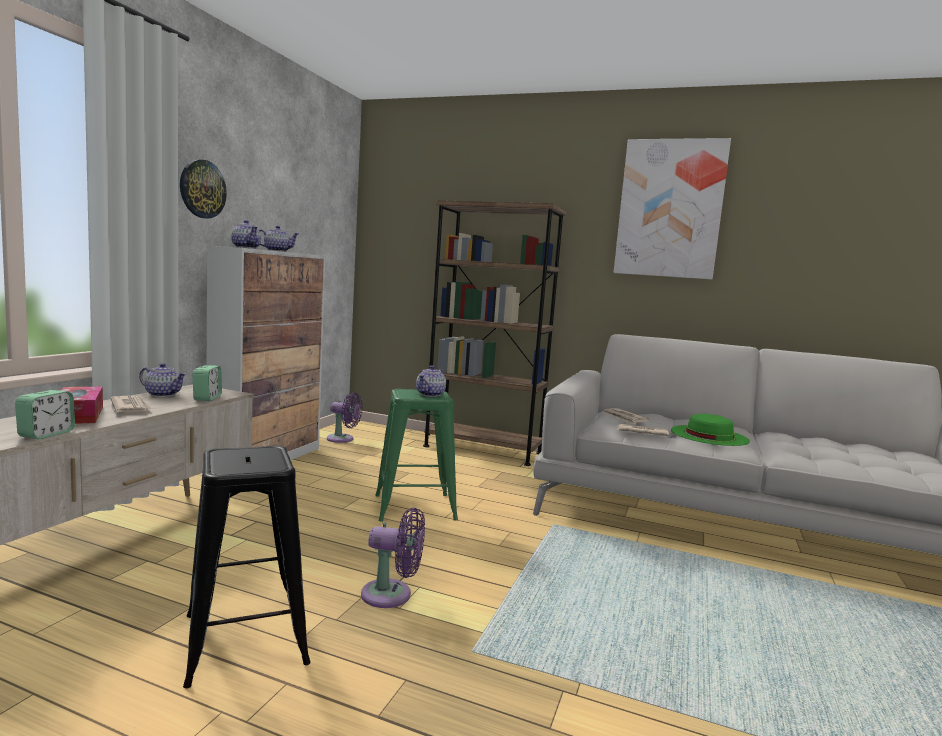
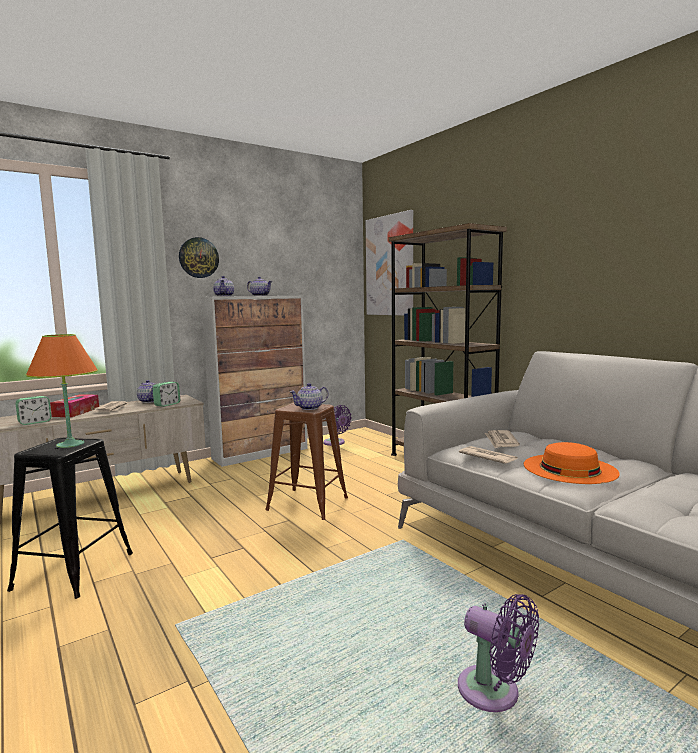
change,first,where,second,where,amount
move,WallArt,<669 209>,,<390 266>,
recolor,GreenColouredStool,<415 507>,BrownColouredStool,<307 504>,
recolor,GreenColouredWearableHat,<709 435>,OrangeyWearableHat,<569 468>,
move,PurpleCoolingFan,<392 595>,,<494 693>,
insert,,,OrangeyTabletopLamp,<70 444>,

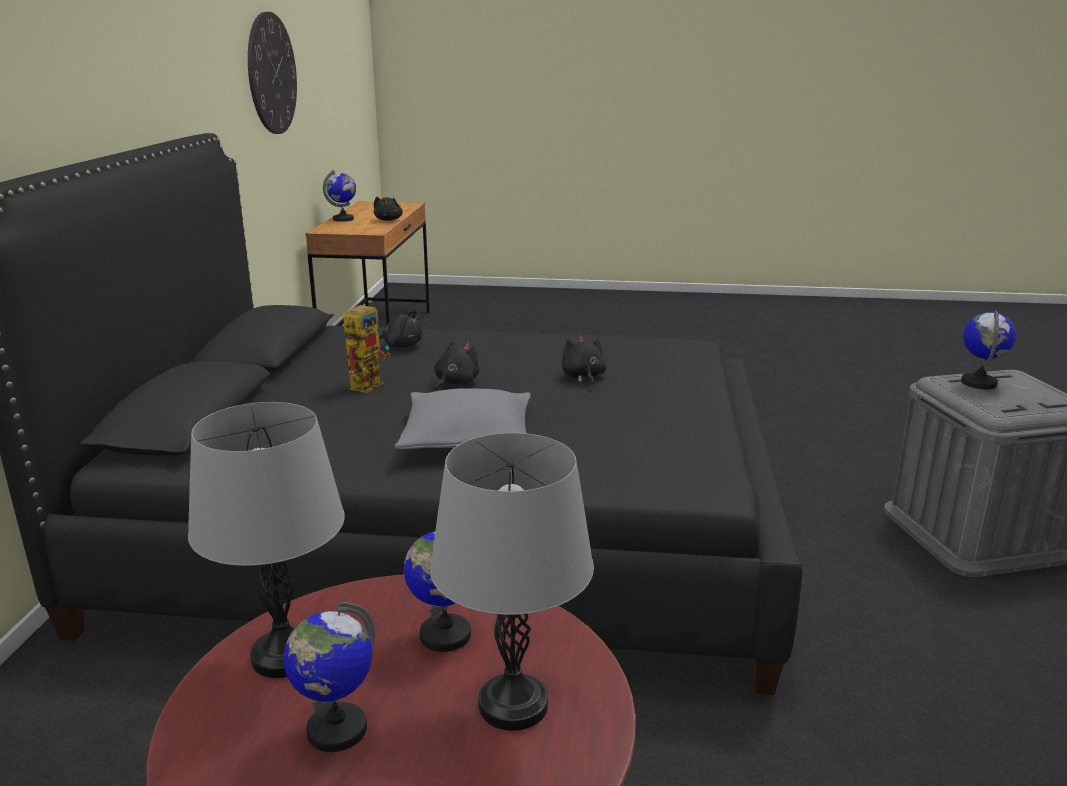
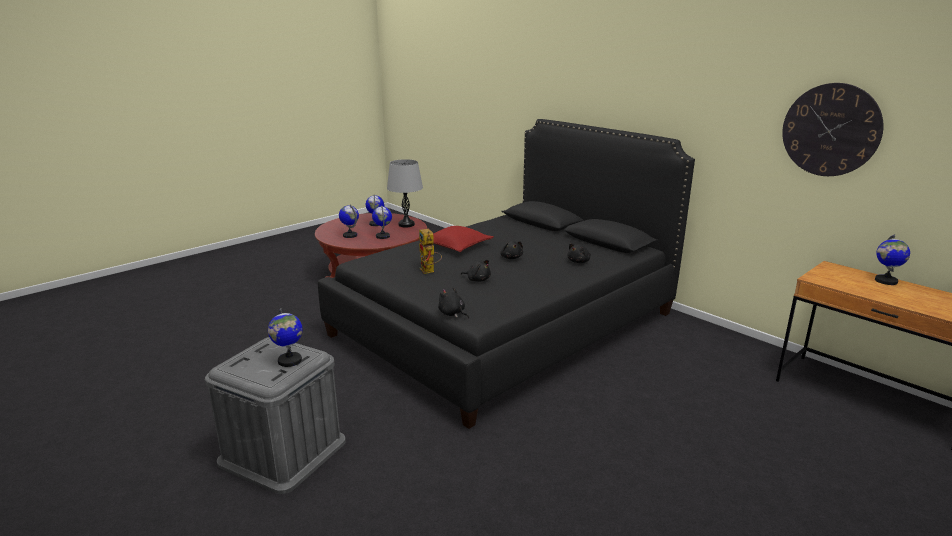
change,first,where,second,where,amount
move,BlackishCuddlyToy,<388 220>,,<452 314>,
move,RobotFigure,<368 383>,,<429 271>,
recolor,GreyishPillow,<467 438>,RedColouredPillow,<456 246>,
replace,GreyishTabletopLamp,<513 705>,Globe,<350 235>,

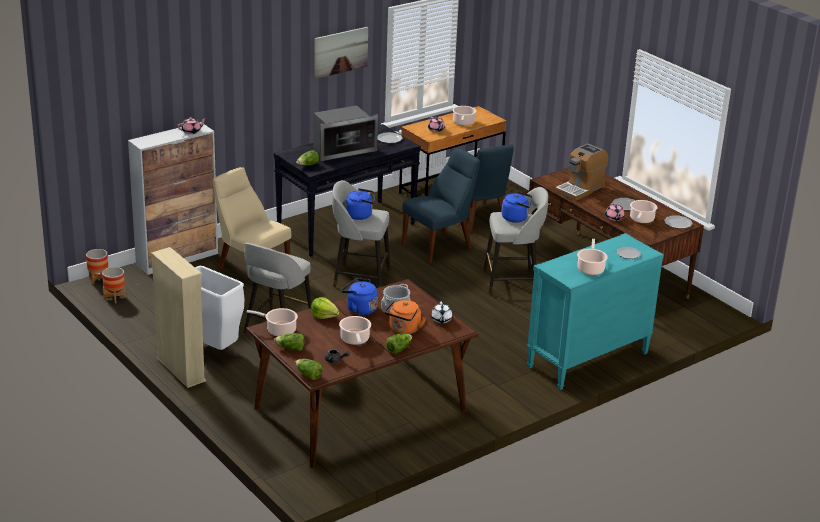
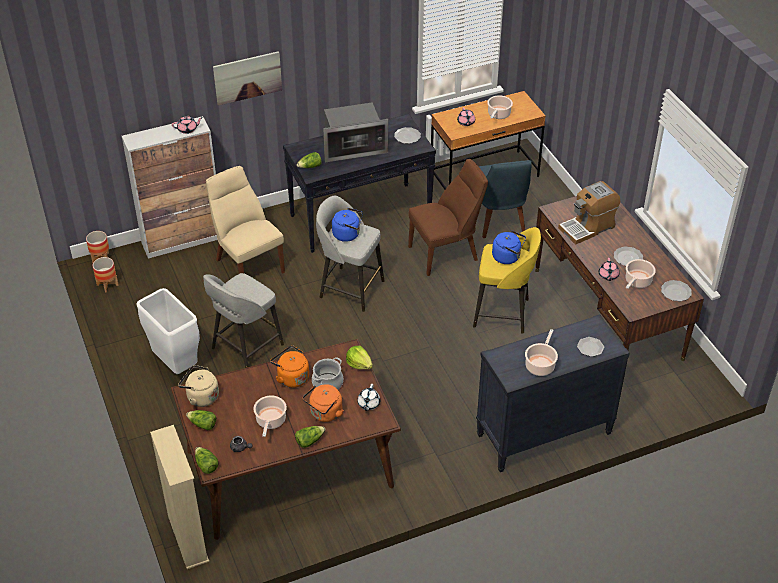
change,first,where,second,where,amount
move,WallArt,<340 52>,,<247 77>,
recolor,BlueColouredUprightChair,<439 245>,BrownColouredUprightChair,<446 253>,
recolor,GreyishStool,<512 282>,YellowStool,<503 313>,
recolor,BlueGreenDresser,<587 360>,BlackishDresser,<543 435>,
move,BeigeBookcase,<181 370>,,<188 539>,
recolor,BlueColouredKettle,<359 309>,OrangeyKettle,<291 377>,
move,LettuceHead,<324 316>,,<359 364>,
replace,Saucepot,<279 330>,BeigeKettle,<201 397>,

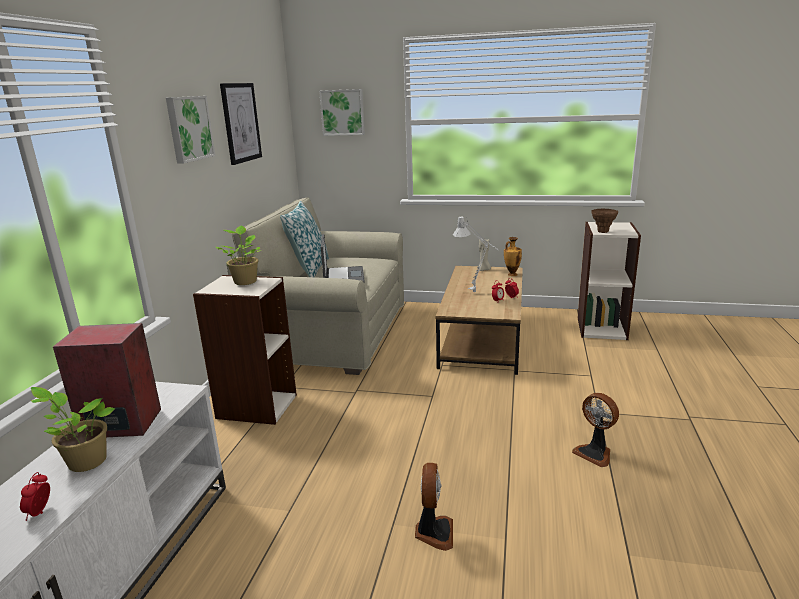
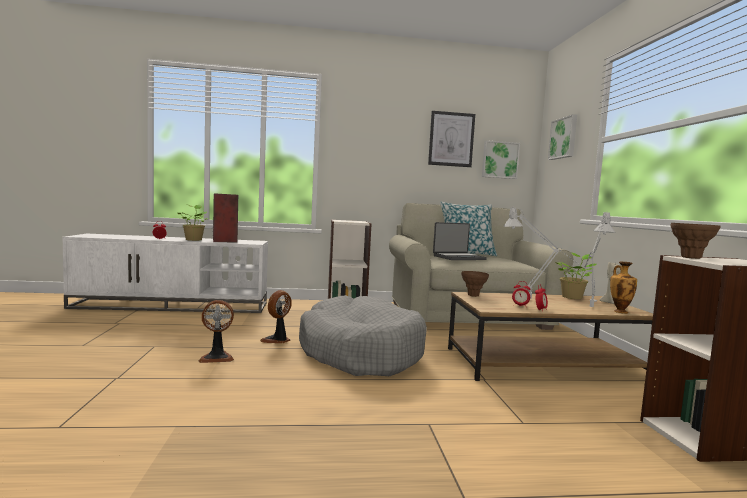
change,first,where,second,where,amount
move,WallArt,<188 128>,,<500 160>,
move,PlantInAPot,<245 281>,,<572 297>,
move,CoolingFan,<595 453>,,<277 340>,
insert,,,GreyishTabletopLamp,<590 309>,
insert,,,BrownColouredDecorativeVase,<473 295>,
insert,,,GreyishDogCushion,<360 352>,

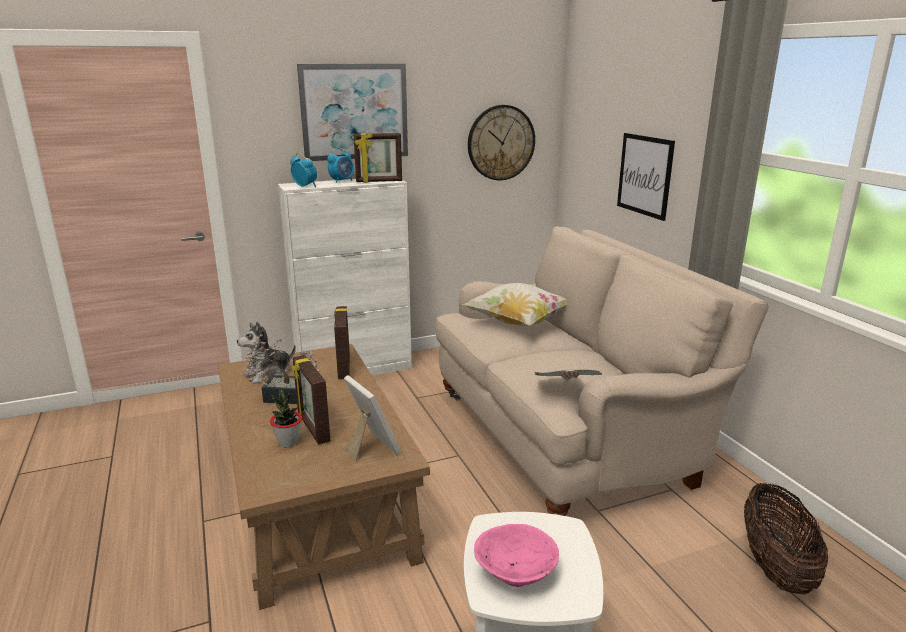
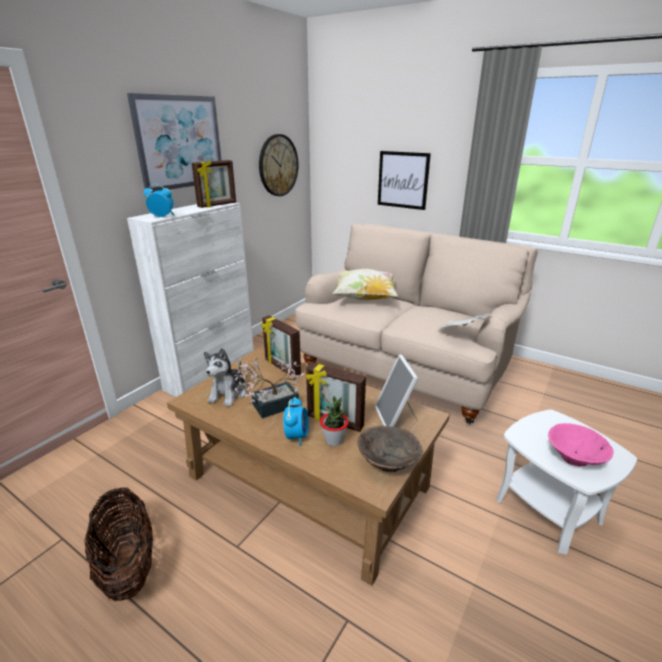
change,first,where,second,where,amount
move,AlarmClock,<342 181>,,<297 436>,
rotate,PictureFrame,<370 448>,,<396 418>,120 degrees counterclockwise
move,StorageBasket,<775 567>,,<128 564>,
insert,,,BrownColouredBowl,<387 462>,

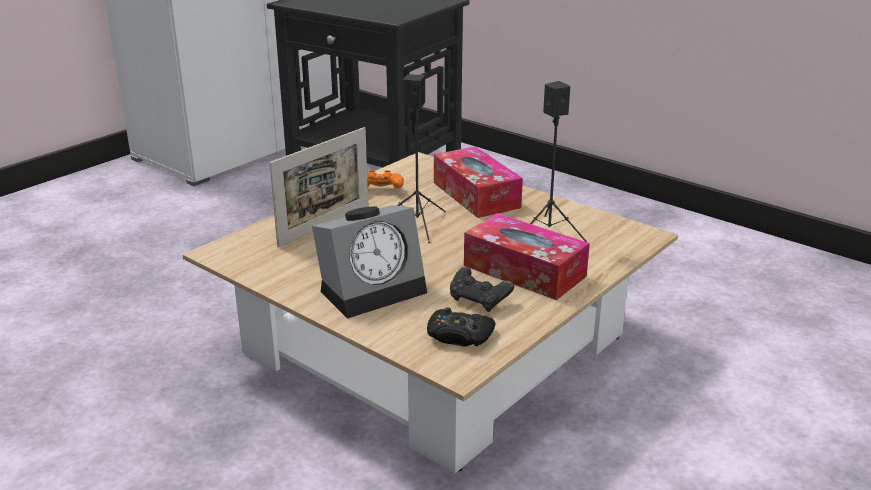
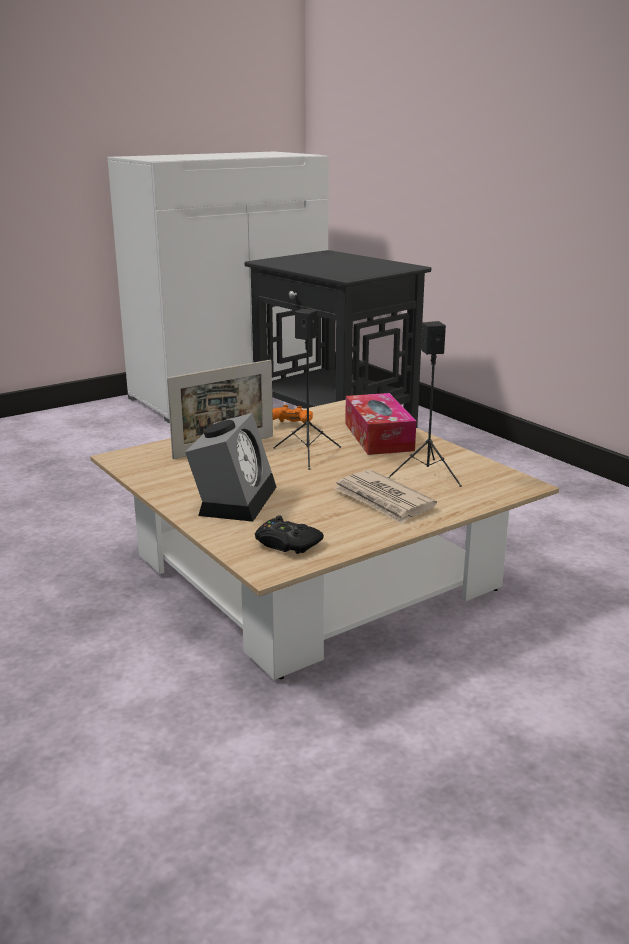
change,first,where,second,where,amount
rotate,AlarmClock,<374 289>,,<234 499>,60 degrees counterclockwise
replace,TissueHolder,<524 271>,Newspaper,<383 500>,
delete,BlackishGameController,<479 301>,,,

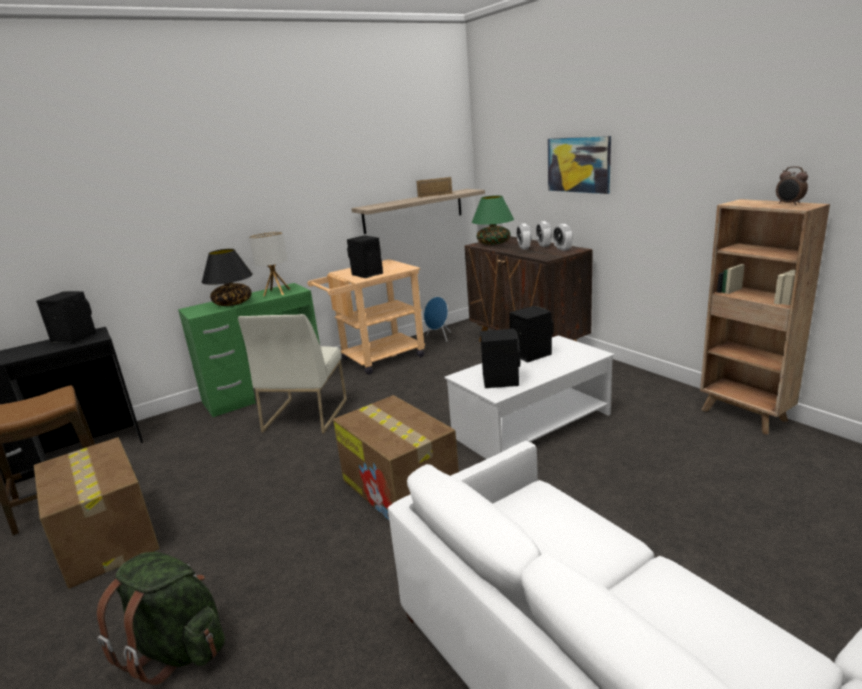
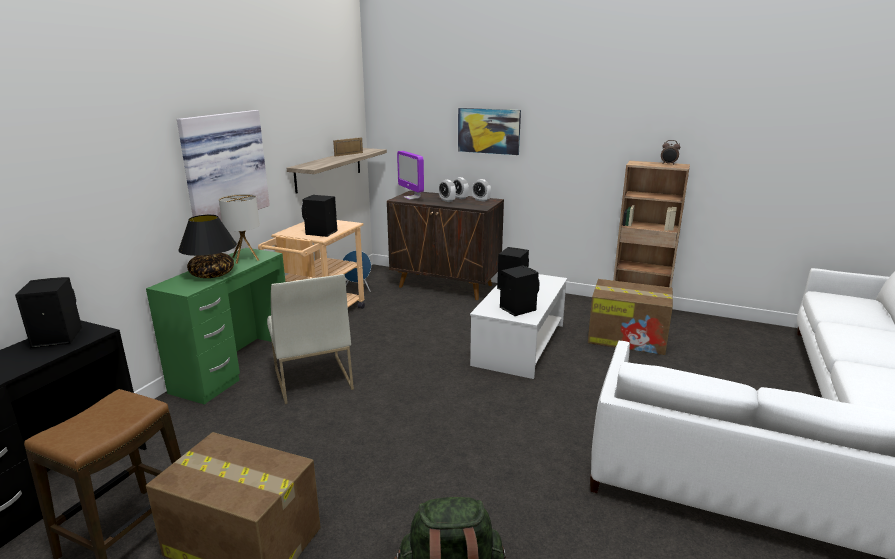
change,first,where,second,where,amount
replace,GreenColouredTabletopLamp,<494 243>,ComputerDisplay,<412 197>,
move,PackingBox,<401 488>,,<628 338>,
insert,,,WallArt,<223 166>,

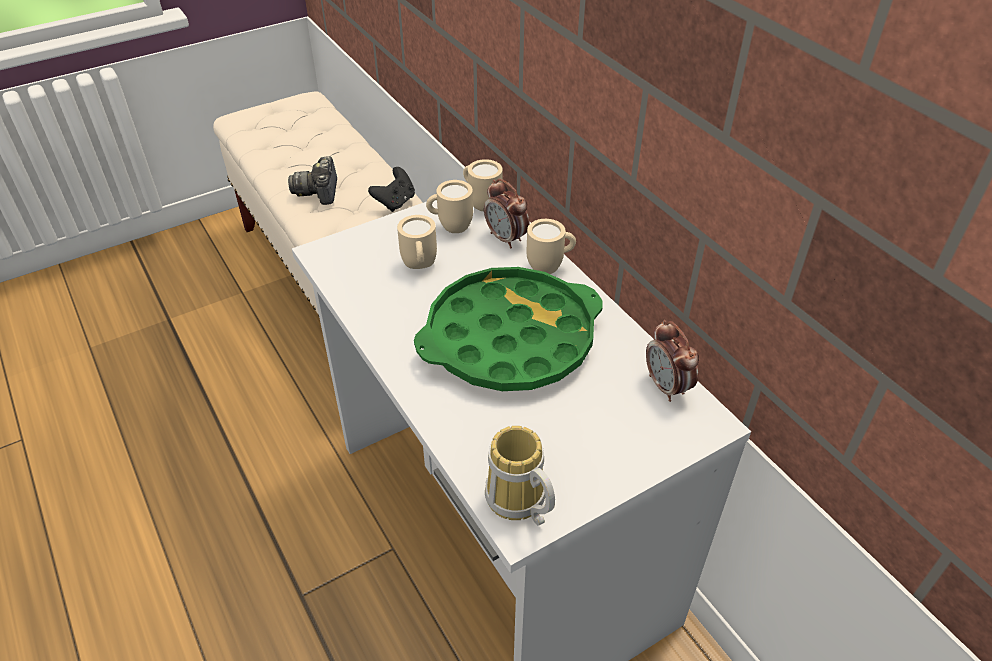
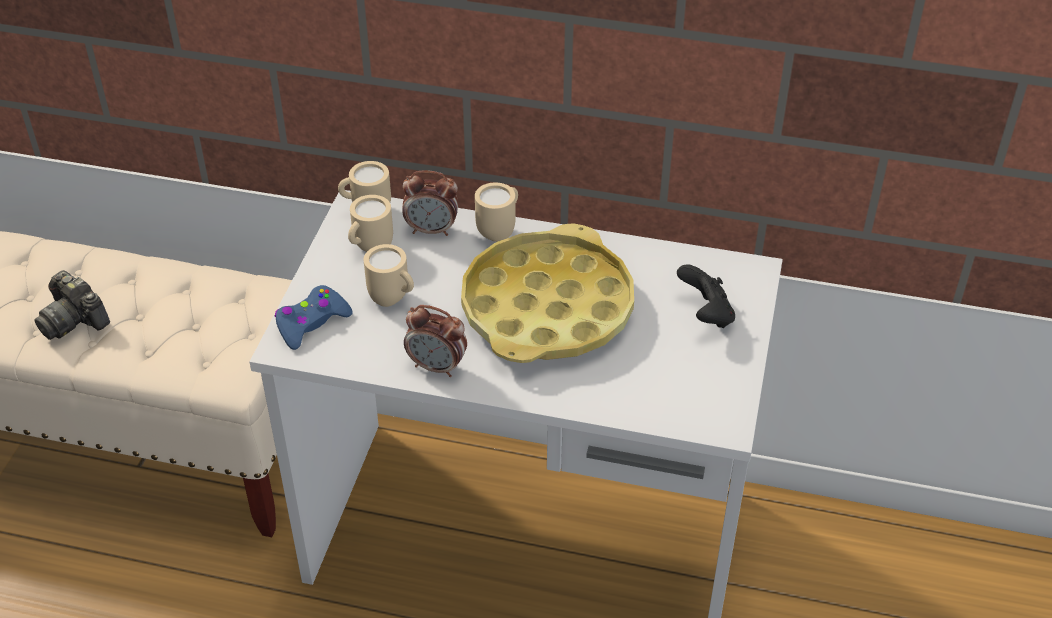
change,first,where,second,where,amount
move,BlackishGameController,<395 202>,,<706 315>,
recolor,GreenColouredServingTray,<509 339>,YellowServingTray,<547 307>,
move,AlarmClock,<667 387>,,<437 366>,
delete,Mug,<517 505>,,,
insert,,,BlueColouredGameController,<311 323>,

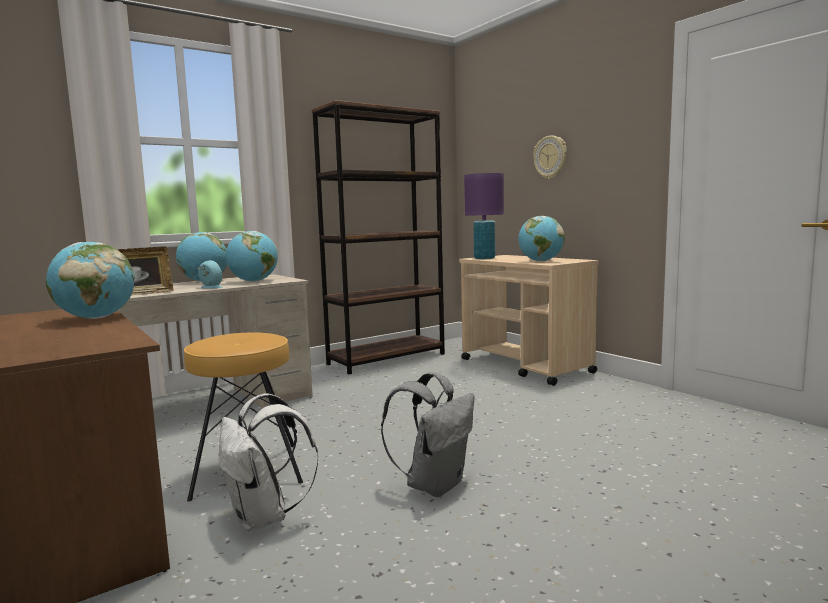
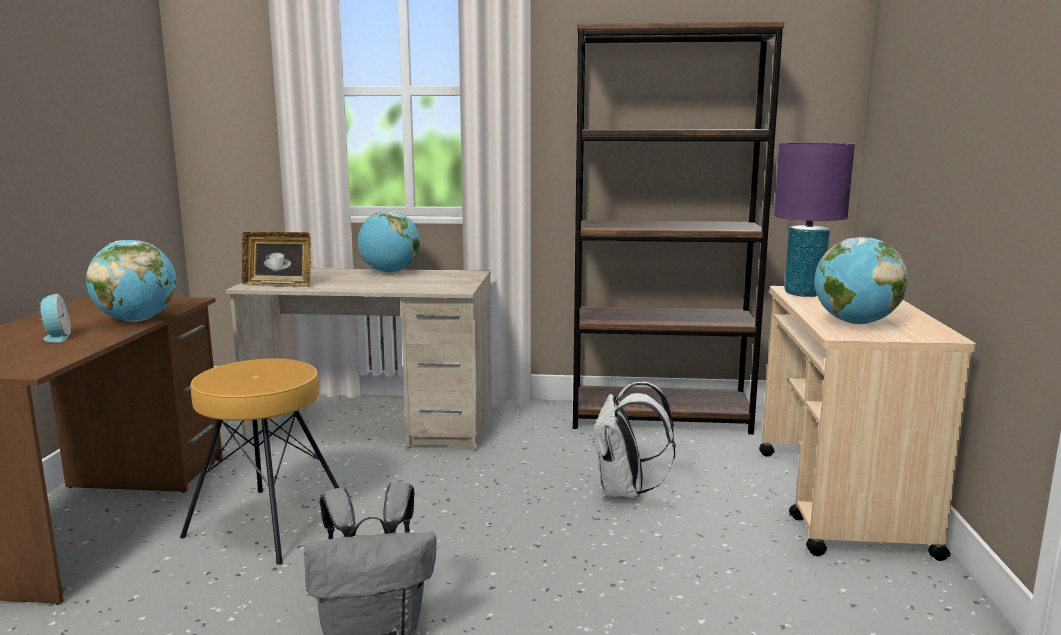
change,first,where,second,where,amount
delete,ClockOnTheWall,<550 157>,,,
delete,Globe,<253 281>,,,
move,AlarmClock,<209 287>,,<56 337>,
move,WhiteColouredKnapsack,<264 517>,,<625 493>,

